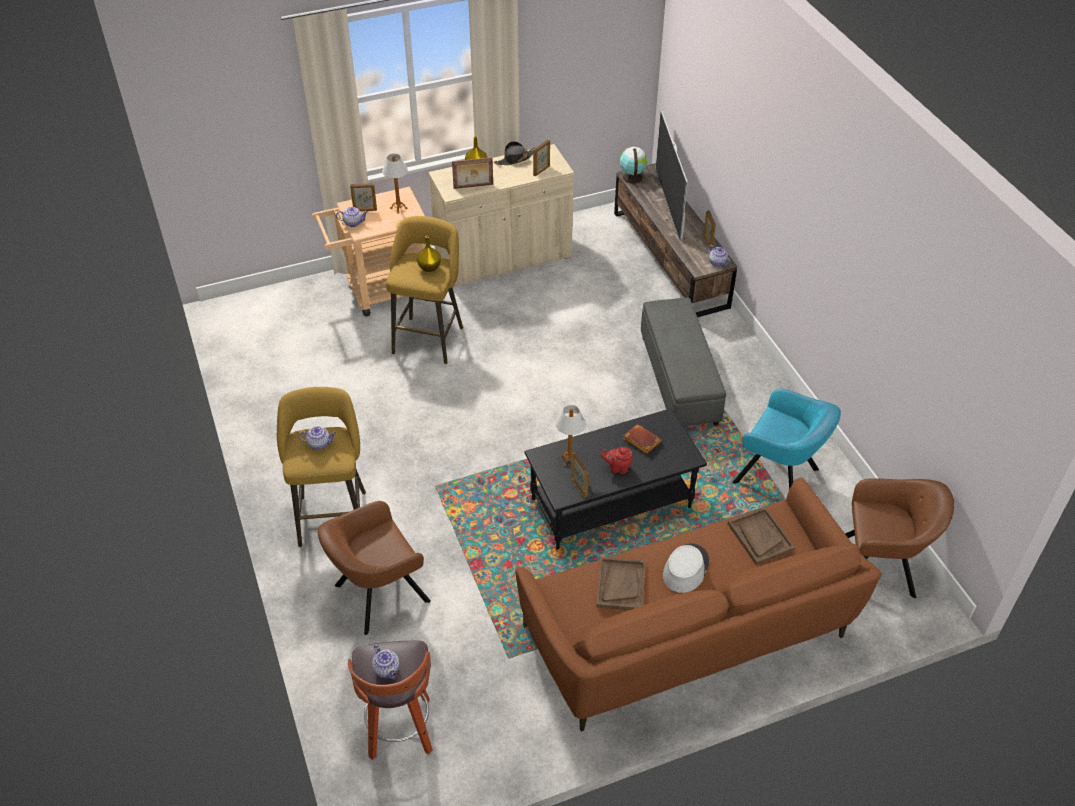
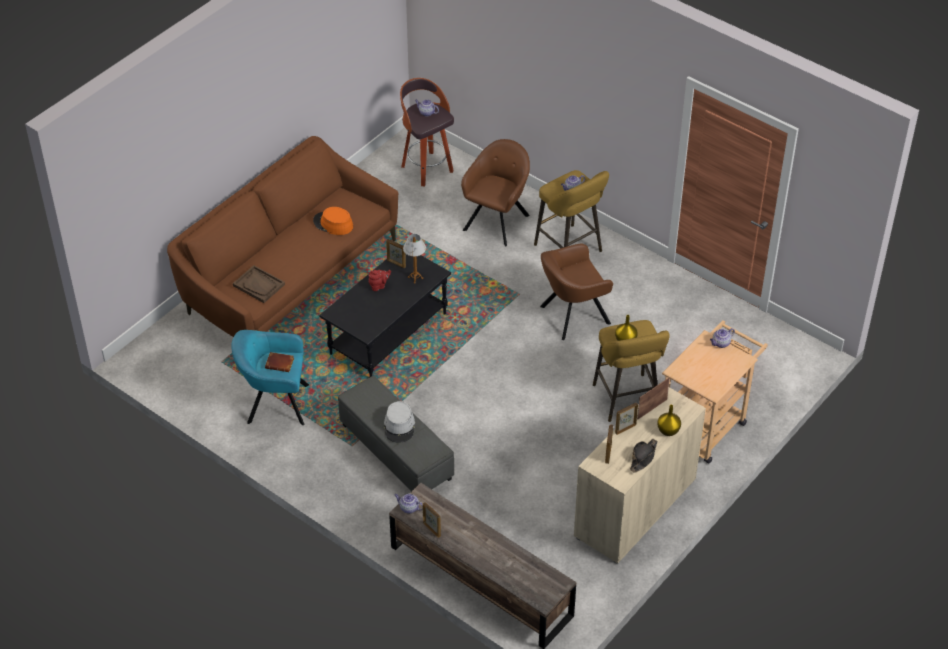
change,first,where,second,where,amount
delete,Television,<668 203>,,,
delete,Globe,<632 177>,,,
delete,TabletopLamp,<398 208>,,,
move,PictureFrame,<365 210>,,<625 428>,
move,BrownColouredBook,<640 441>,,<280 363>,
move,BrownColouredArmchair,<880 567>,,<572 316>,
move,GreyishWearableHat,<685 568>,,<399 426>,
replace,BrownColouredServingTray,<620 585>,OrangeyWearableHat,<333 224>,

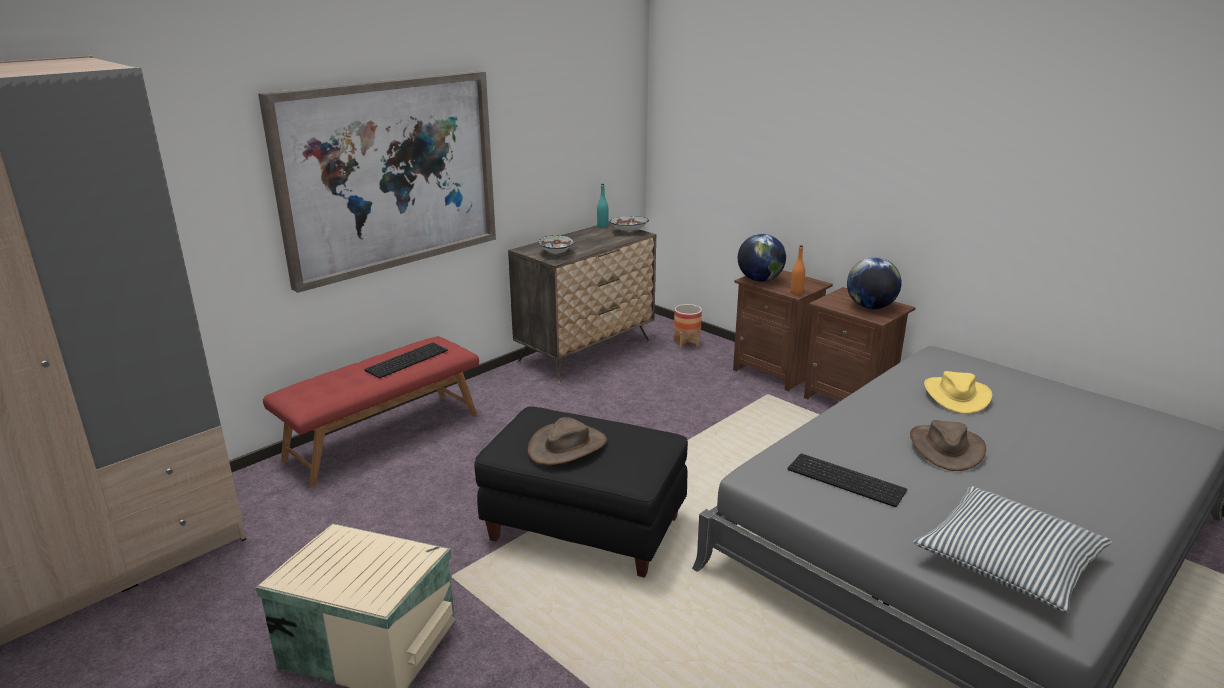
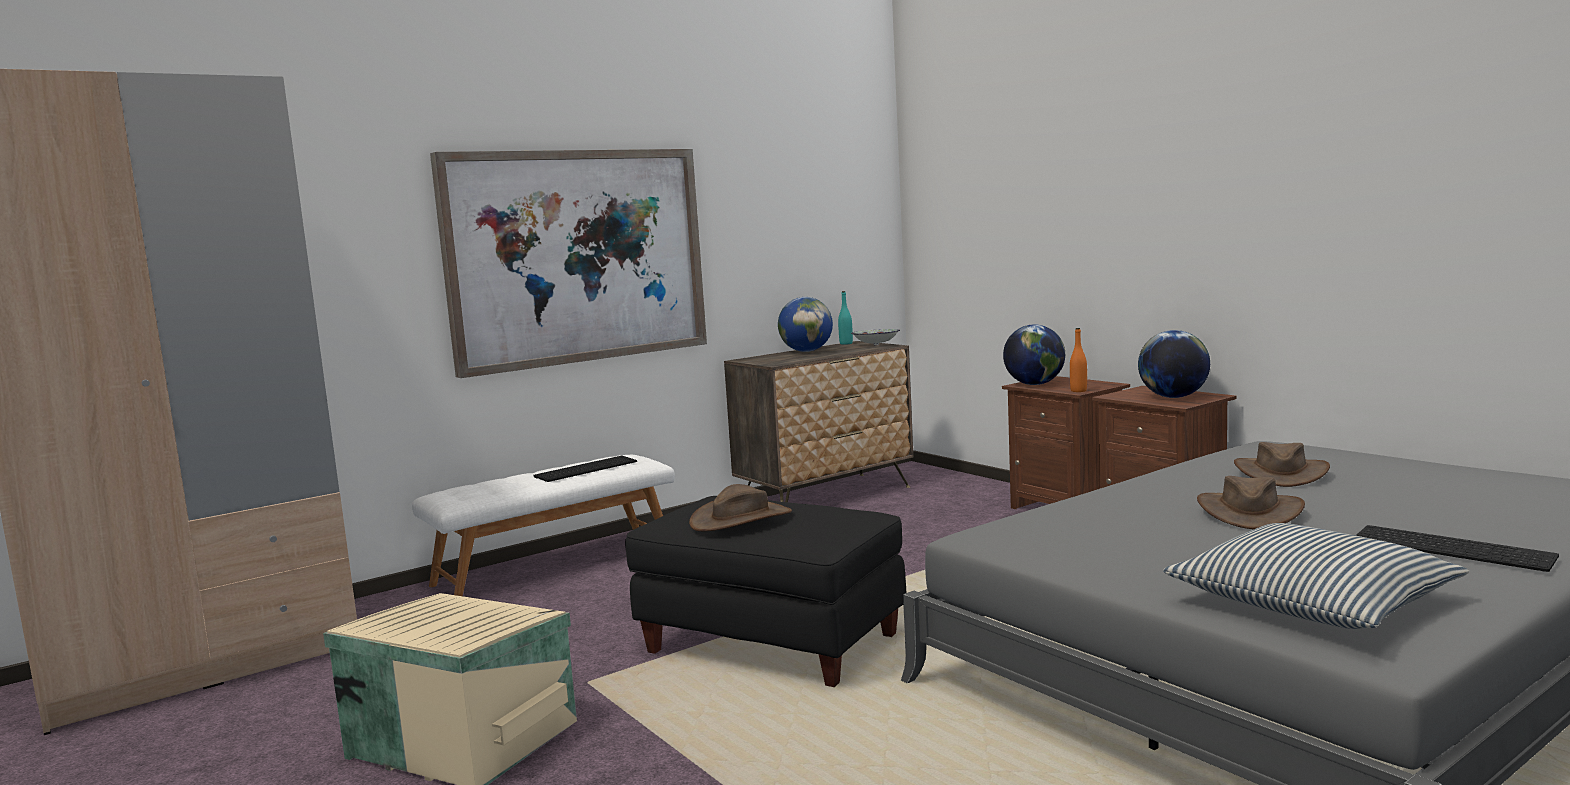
change,first,where,second,where,amount
delete,Bowl,<555 253>,,,
delete,FlowerPot,<686 343>,,,
recolor,RedColouredBench,<383 436>,WhiteColouredBench,<555 566>,
recolor,YellowWearableHat,<956 395>,BrownColouredWearableHat,<1280 473>,
move,PcKeyboard,<847 479>,,<1454 548>,
insert,,,Globe,<806 351>,

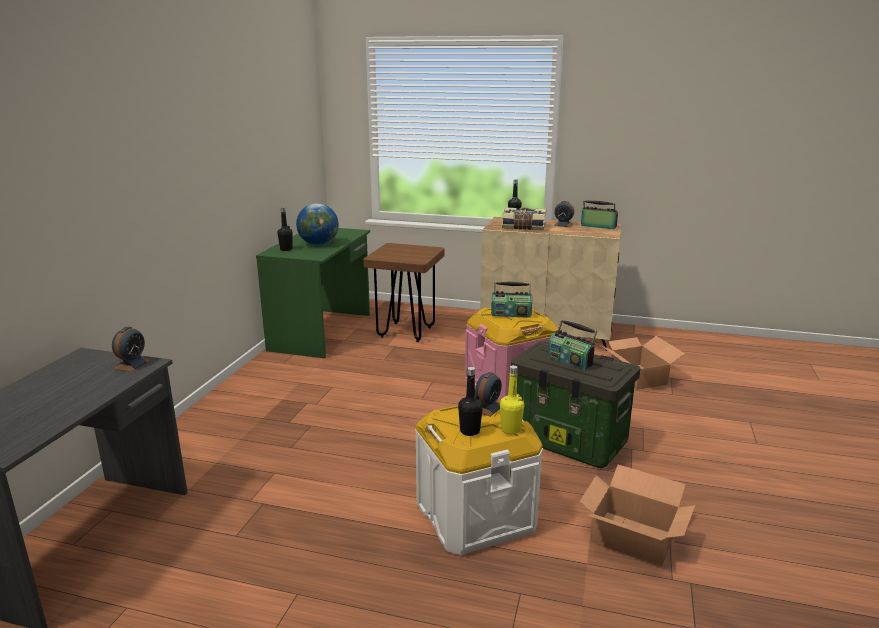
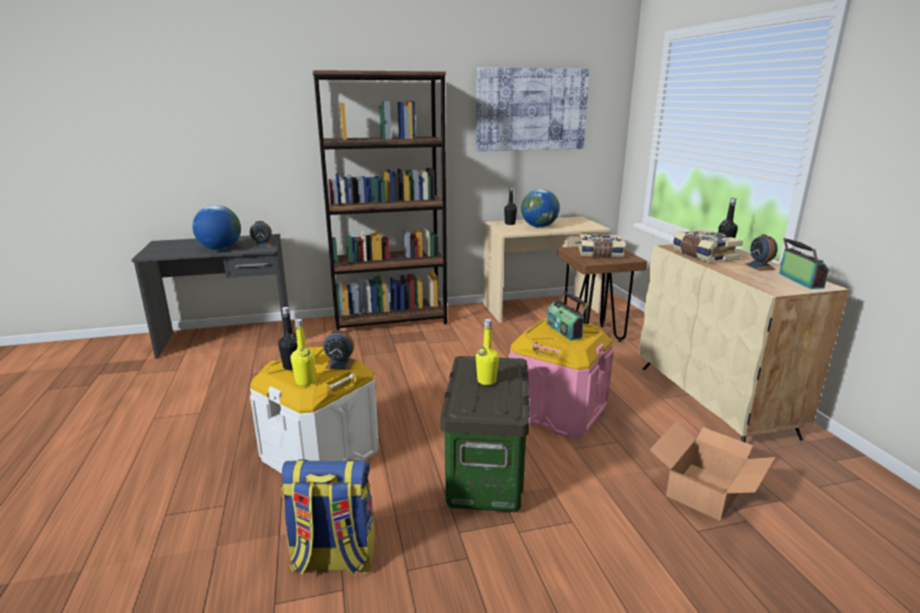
change,first,where,second,where,amount
recolor,GreenColouredDesk,<322 332>,BeigeDesk,<541 308>,
replace,RadioSet,<570 361>,YellowBeverageBottle,<486 381>,
replace,PackingBox,<633 539>,Knapsack,<333 559>,
insert,,,WallArt,<531 109>,
insert,,,BrownColouredBookcase,<390 321>,
insert,,,Globe,<220 249>,
insert,,,Book,<600 254>,

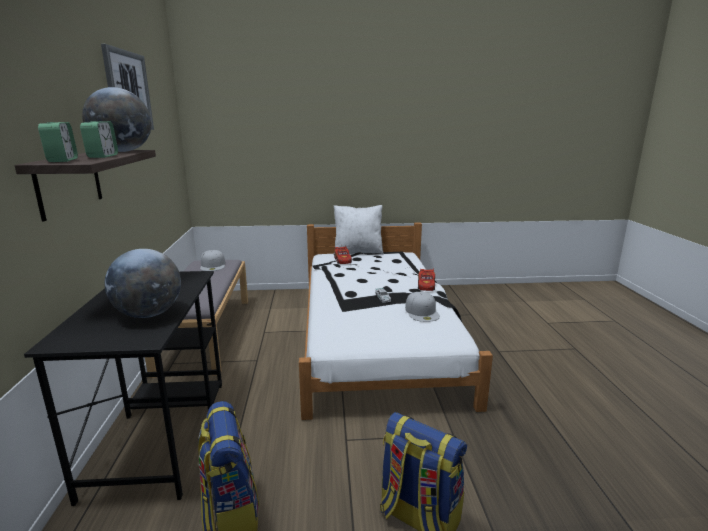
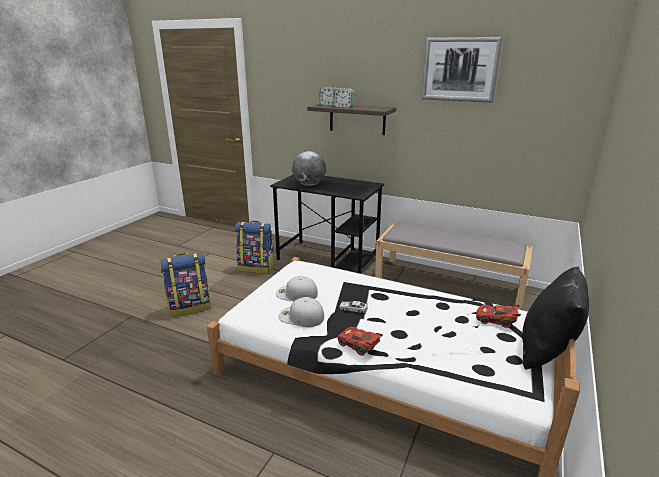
change,first,where,second,where,amount
delete,Globe,<122 151>,,,
recolor,WhiteColouredPillow,<358 252>,BlackishPillow,<546 350>,
move,WhiteColouredCap,<213 265>,,<296 294>,

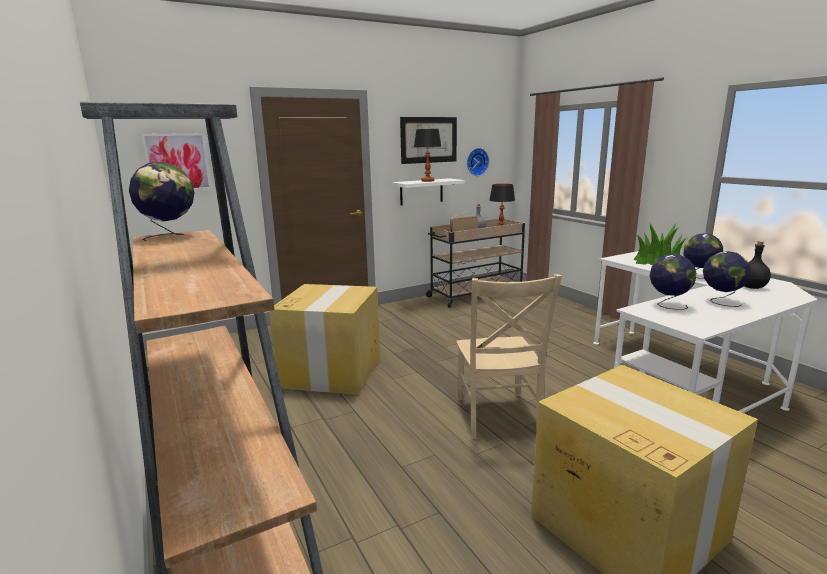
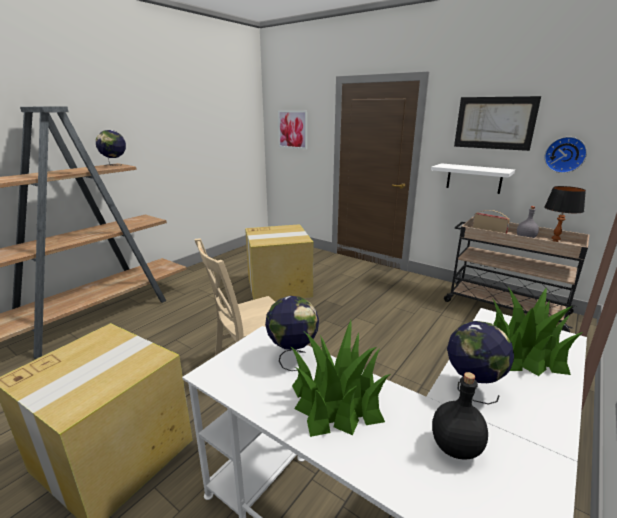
change,first,where,second,where,amount
delete,TabletopLamp,<428 181>,,,
replace,Globe,<721 301>,PlantInAPot,<337 401>,

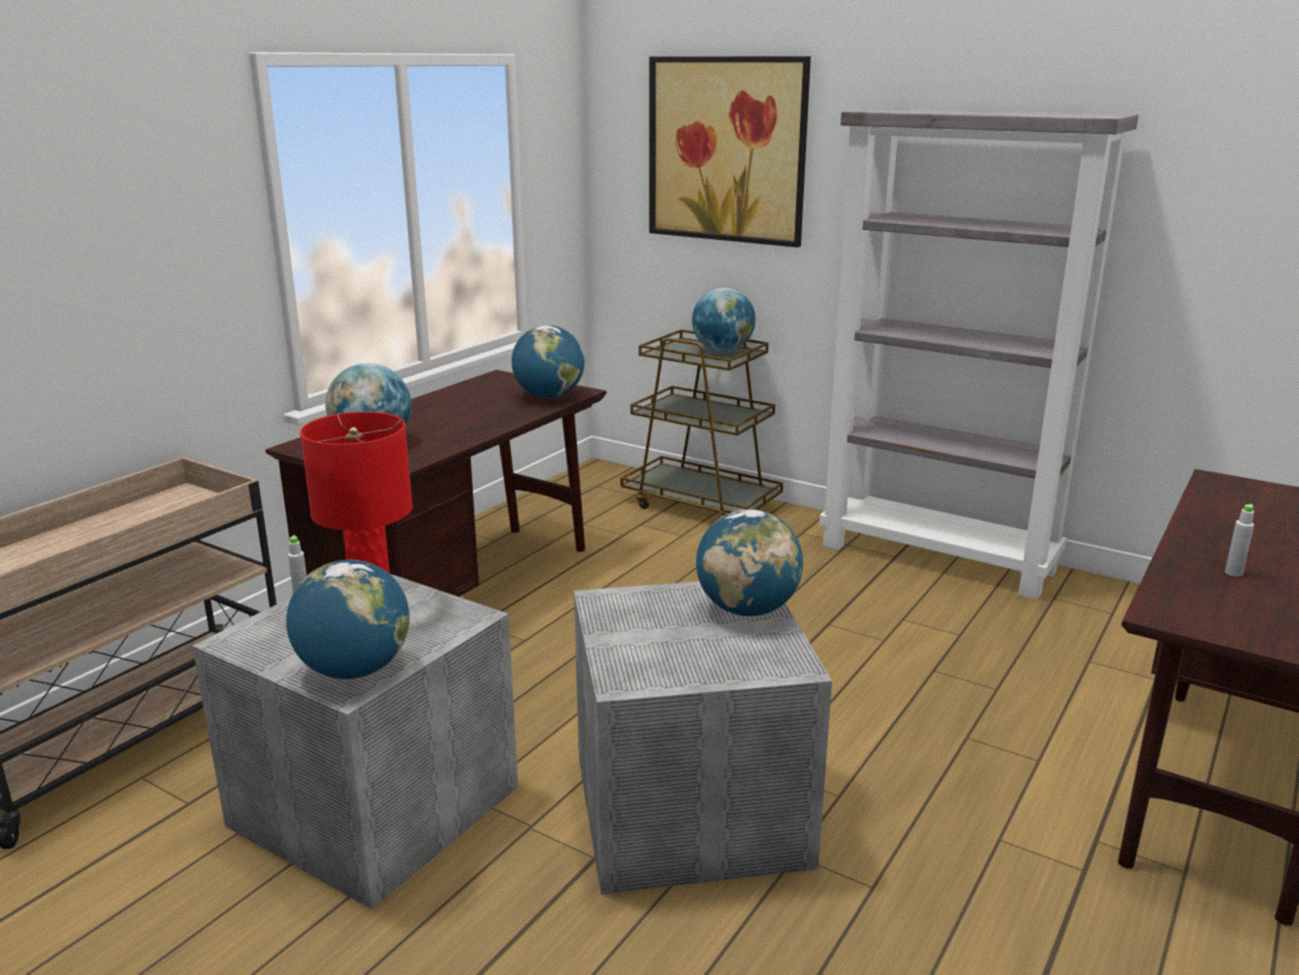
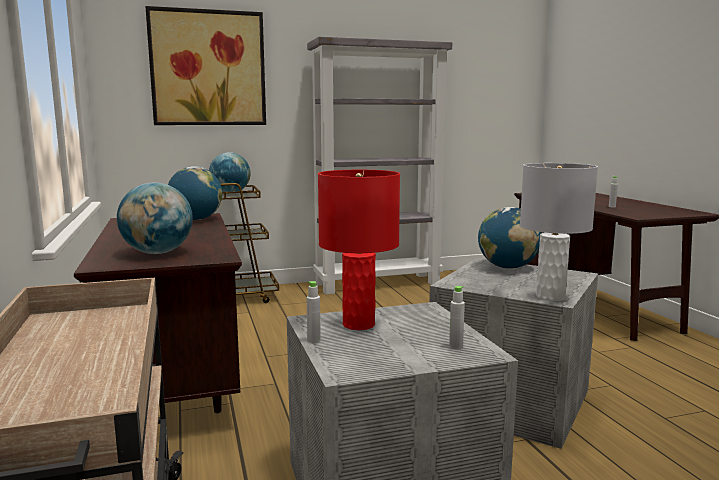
change,first,where,second,where,amount
replace,Globe,<354 670>,GreyishBeverageBottle,<456 347>,
insert,,,GreyishTabletopLamp,<550 296>,

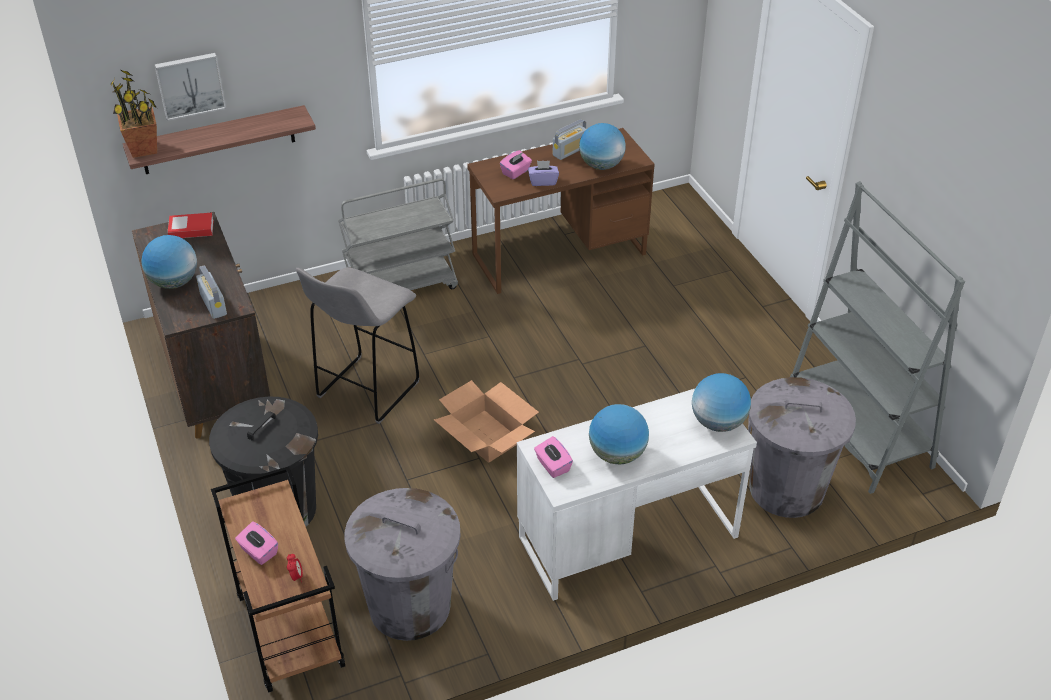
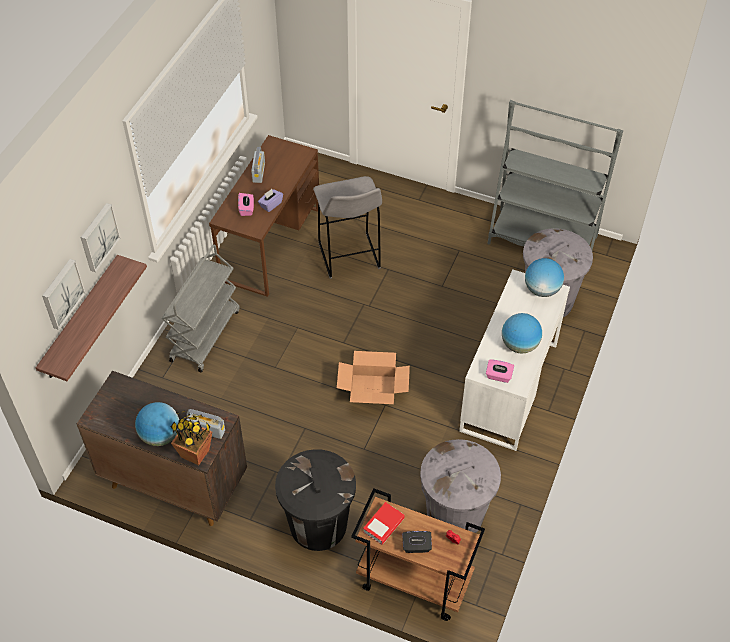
change,first,where,second,where,amount
move,PlantInAPot,<144 149>,,<195 453>,
delete,Globe,<601 165>,,,
move,Book,<191 229>,,<383 525>,
move,GreyishStool,<366 391>,,<349 258>,
recolor,PinkColouredTissueHolder,<258 552>,BlackishTissueHolder,<416 546>,
insert,,,WallArt,<98 236>,

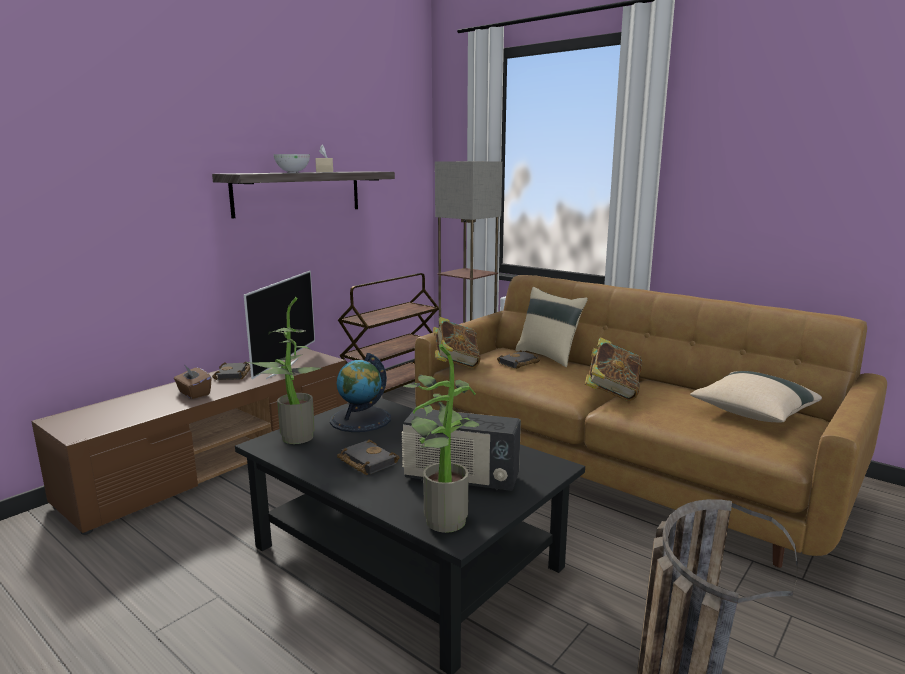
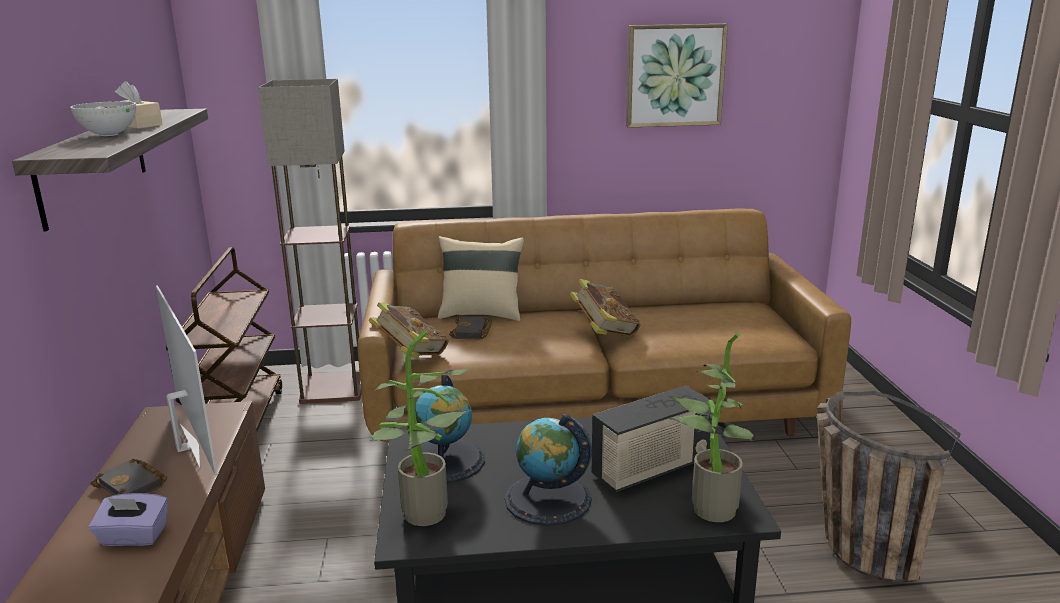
change,first,where,second,where,amount
recolor,BrownColouredTissueHolder,<193 393>,PurpleTissueHolder,<133 537>,
delete,BeigePillow,<752 414>,,,
replace,BlackishBook,<365 462>,Globe,<548 499>,
insert,,,WallArt,<674 75>,

